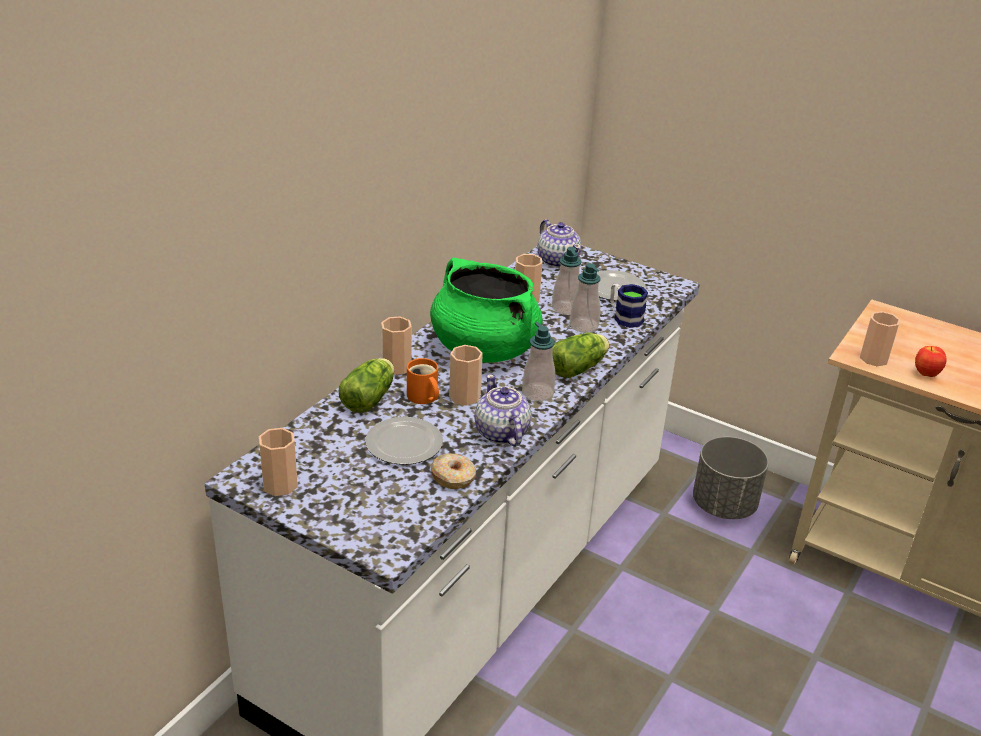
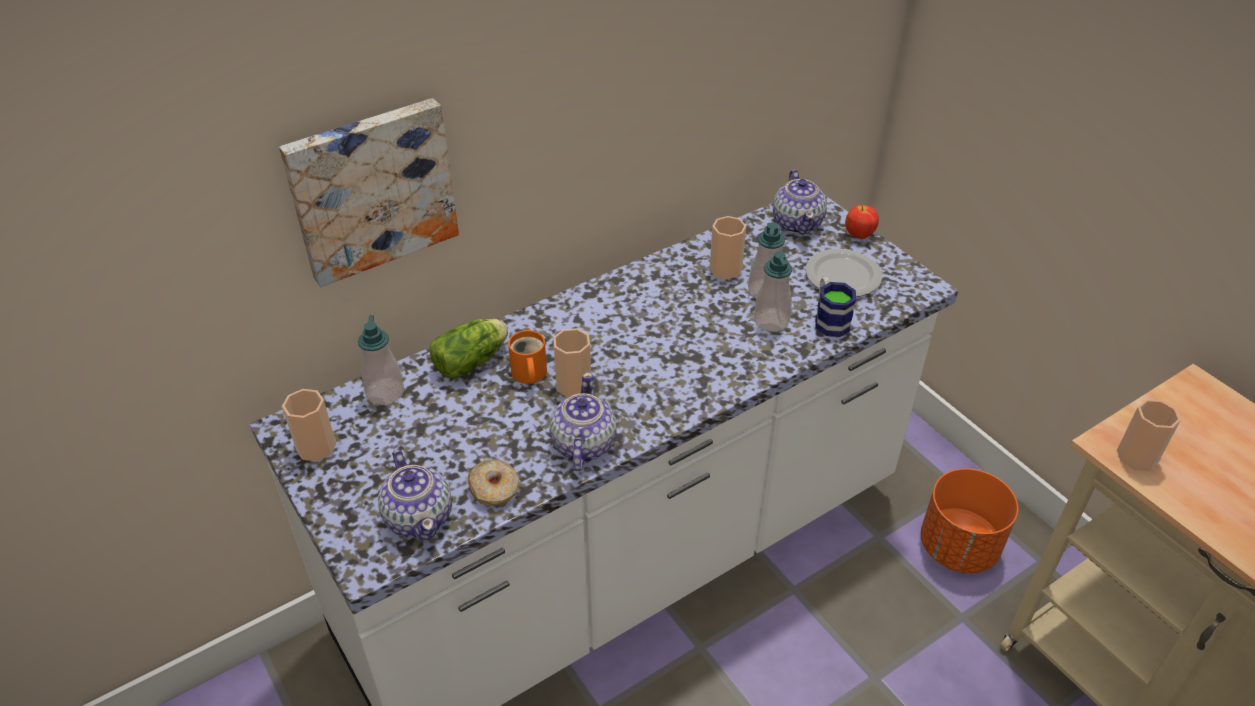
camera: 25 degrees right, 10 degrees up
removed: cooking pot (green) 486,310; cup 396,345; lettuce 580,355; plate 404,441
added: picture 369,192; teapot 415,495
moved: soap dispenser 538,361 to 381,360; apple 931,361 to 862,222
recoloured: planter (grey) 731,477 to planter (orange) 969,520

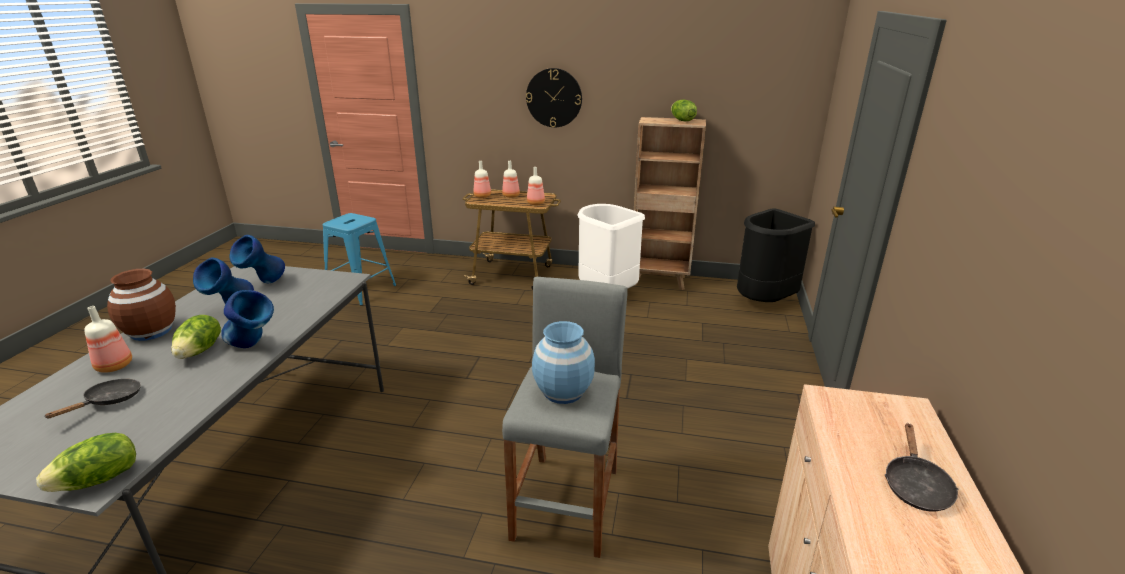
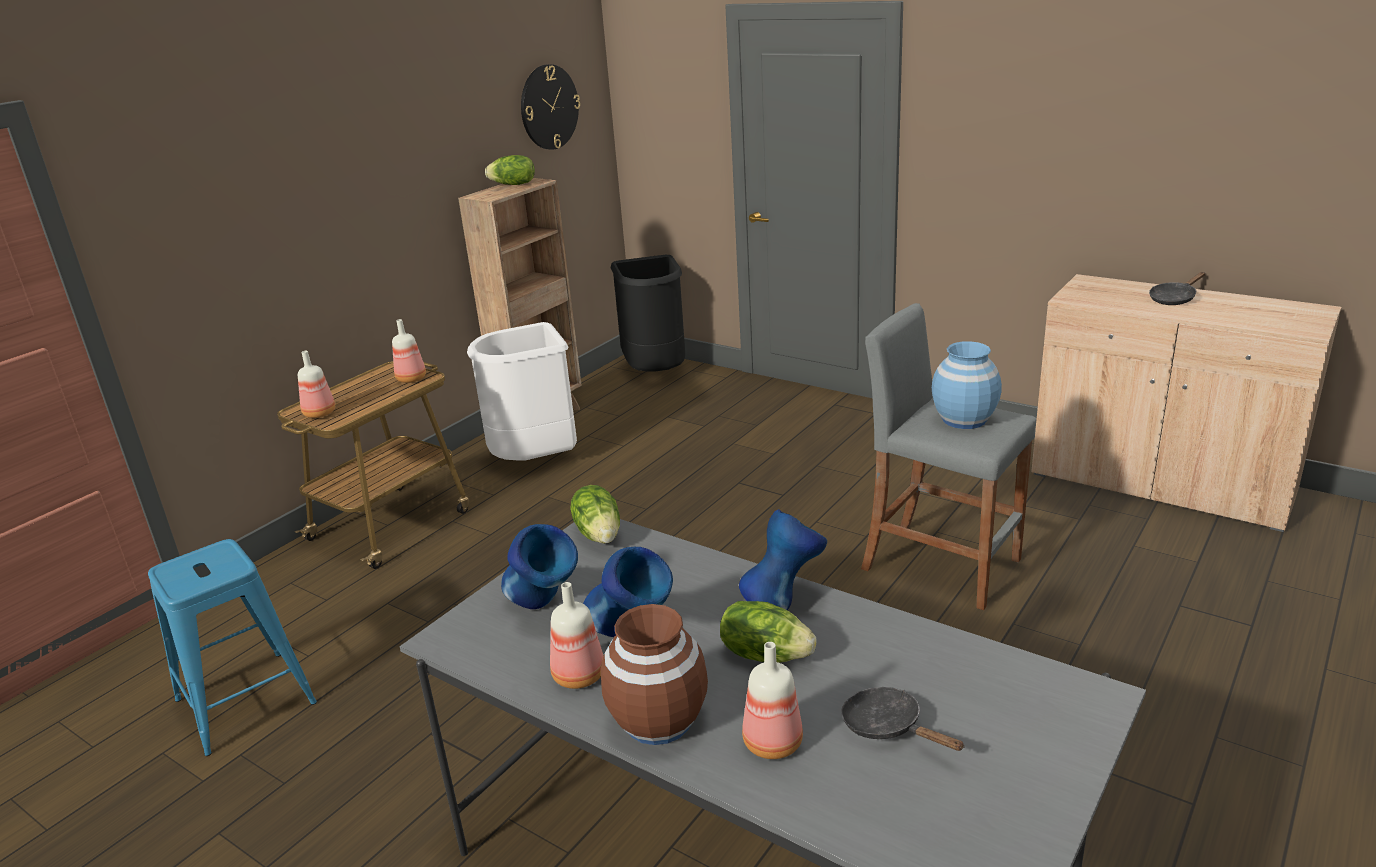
camera: 65 degrees left, 0 degrees up
moved: wall clock 554,97 to 550,107; bottle 511,179 to 576,635; lettuce 86,462 to 595,514
turned: frying pan (black) 922,467 = 1177,288 105 degrees clockwise

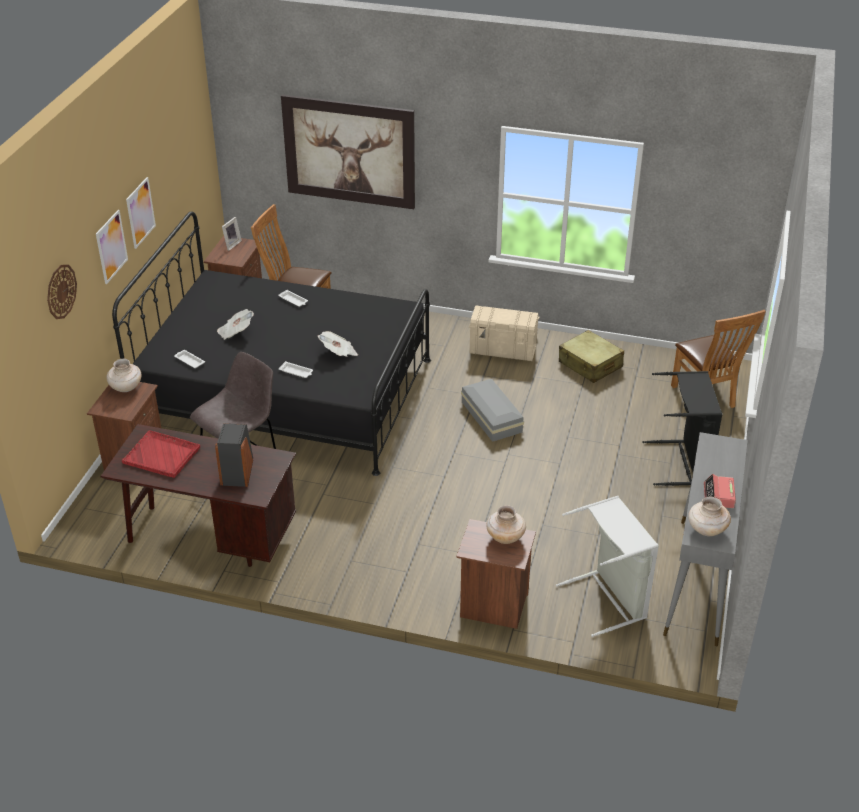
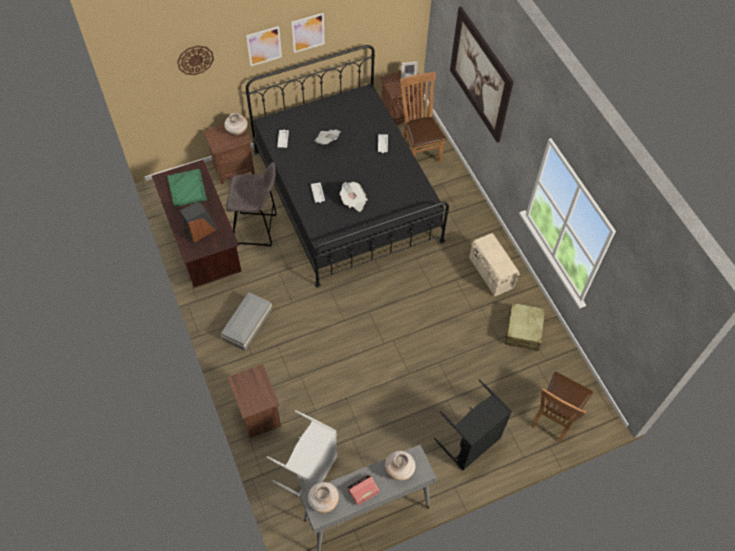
camera: 50 degrees right, 20 degrees up
moved: storage box (grey) 492,410 to 246,321; vase (beige) 506,524 to 400,466
recoloured: tray (red) 161,454 to tray (green) 187,188

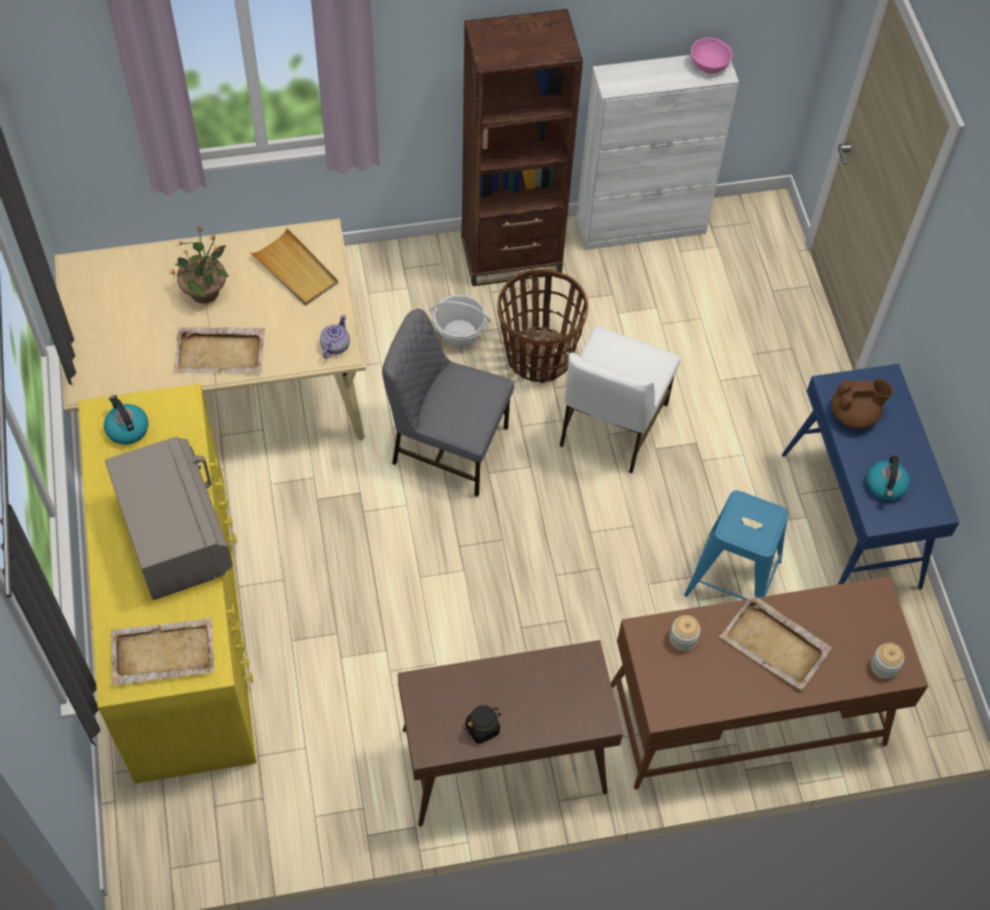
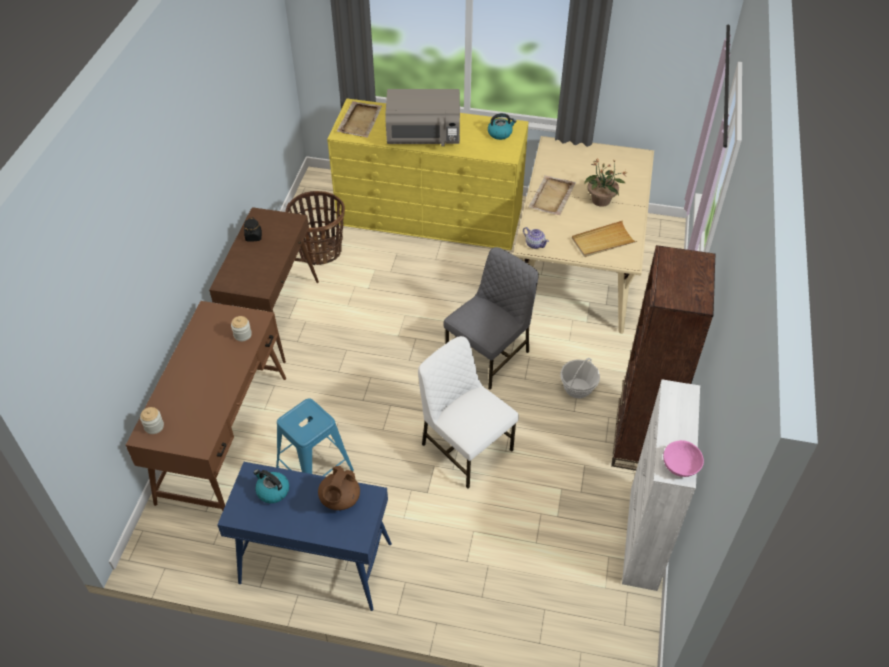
camera: 115 degrees right, 10 degrees down
removed: tray (beige) 775,642
moved: basket 543,326 to 315,228

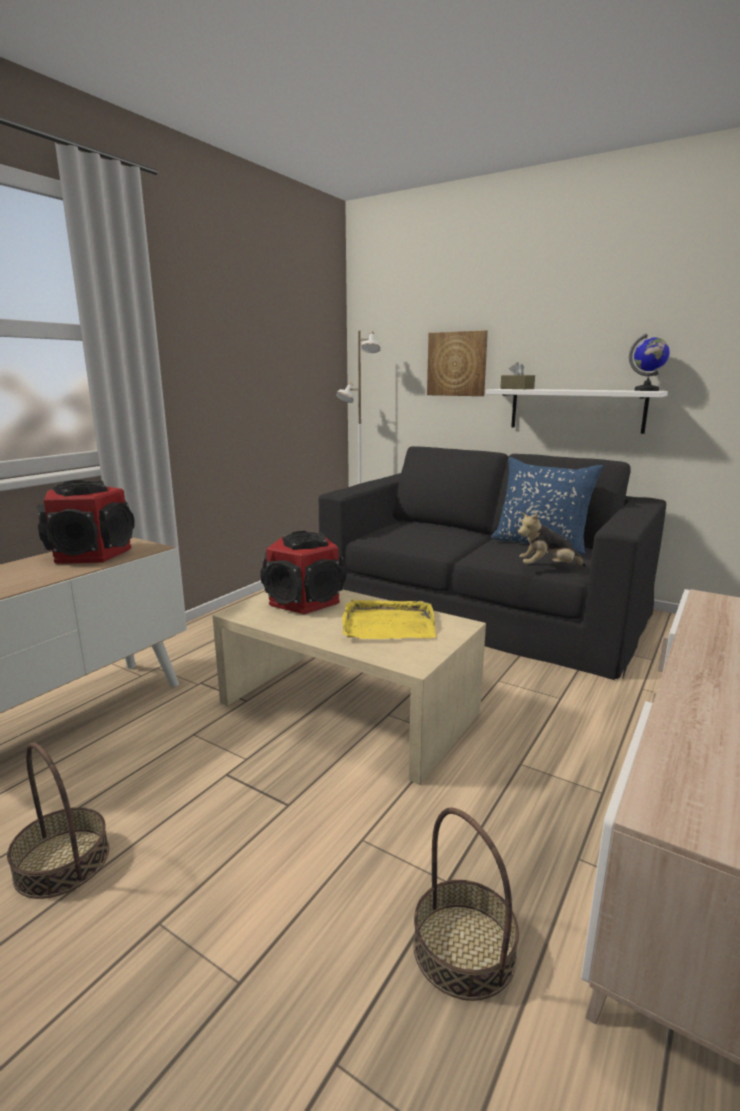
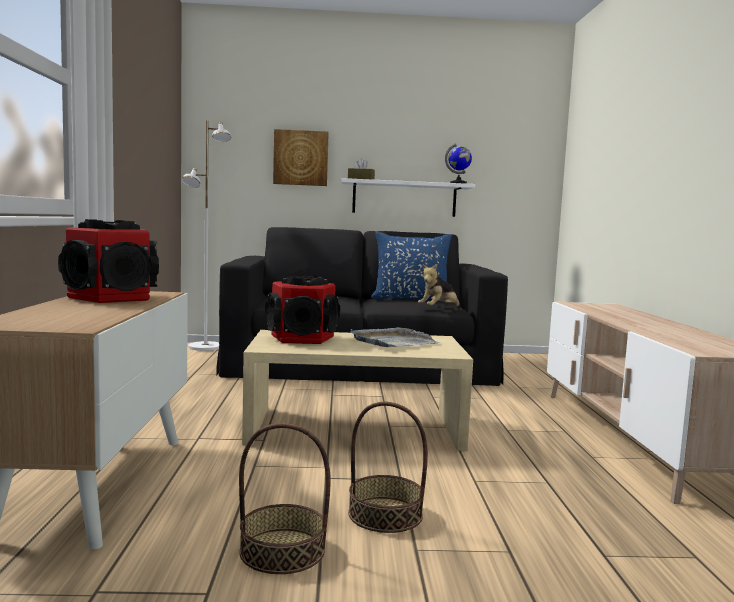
camera: 35 degrees left, 10 degrees down
moved: basket 466,904 to 388,467
recoloured: tray (yellow) 389,619 to tray (grey) 395,337

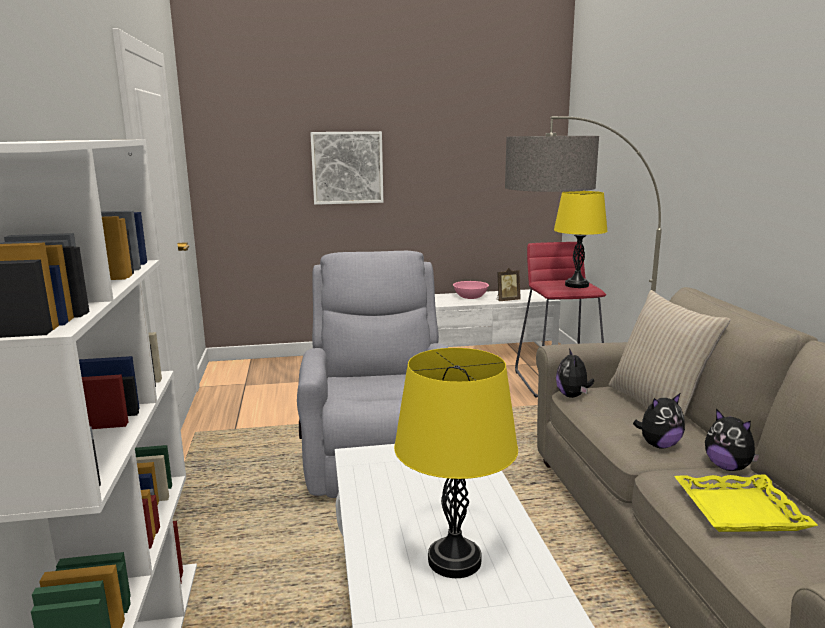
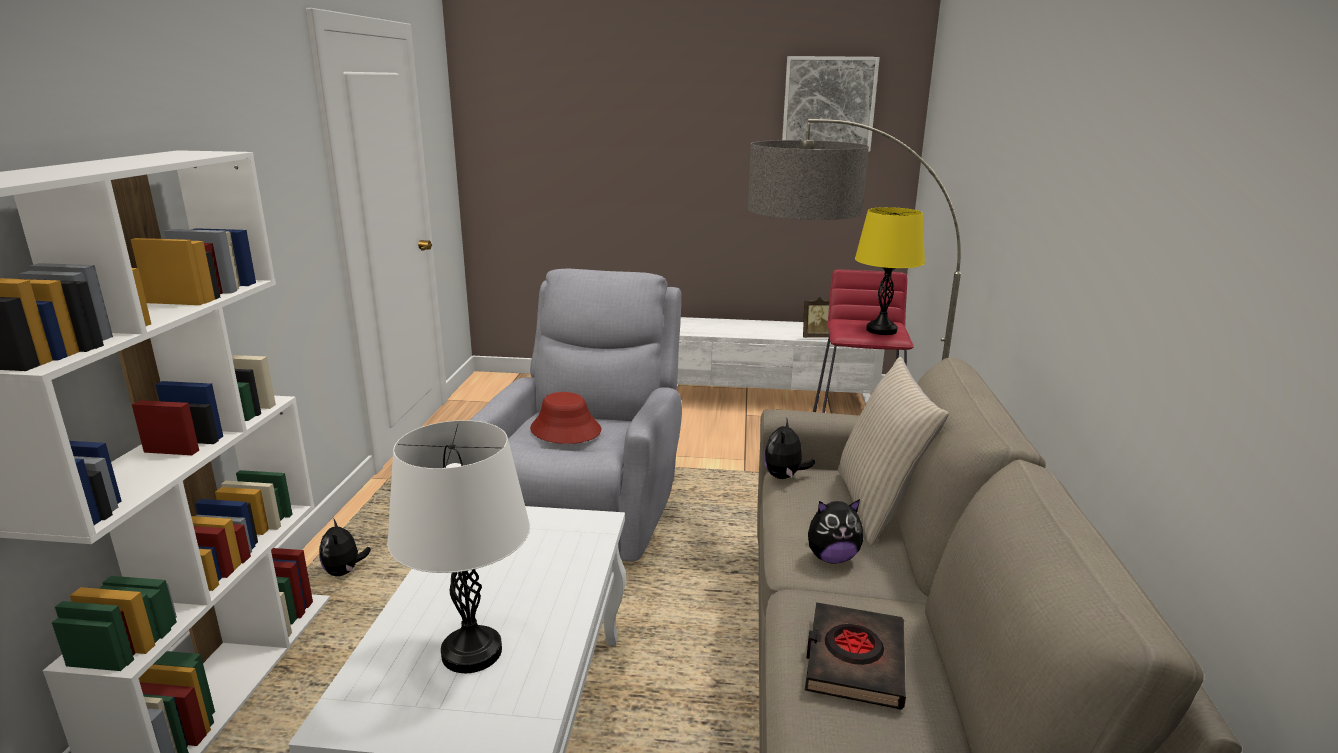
camera: 15 degrees right, 5 degrees up
removed: bowl (pink) 471,290
added: hat (red) 565,418
moved: picture 346,168 to 831,104; plush toy 732,440 to 345,547
replaced: tray (yellow) 746,503 to book (black) 855,656
recoloured: table lamp (yellow) 456,463 to table lamp (white) 458,546

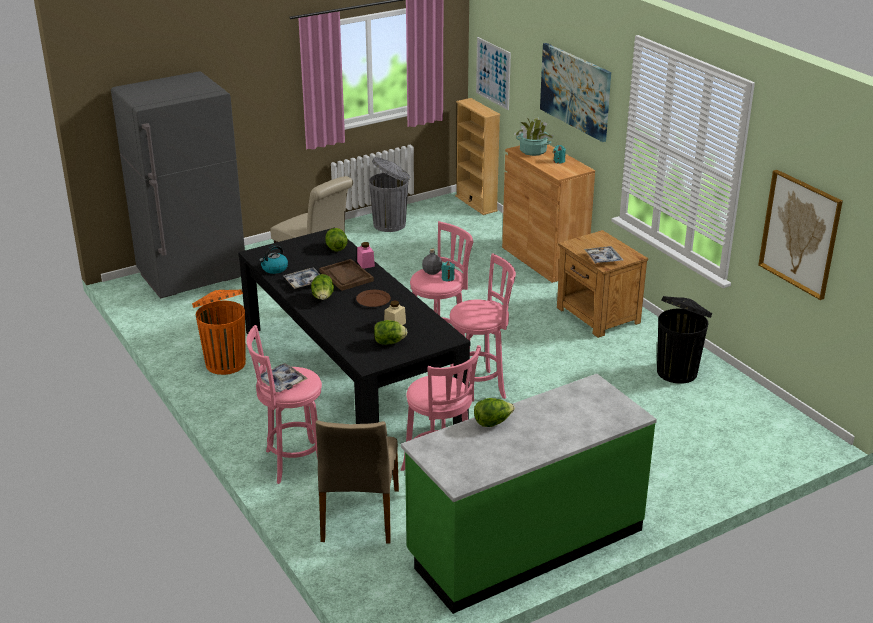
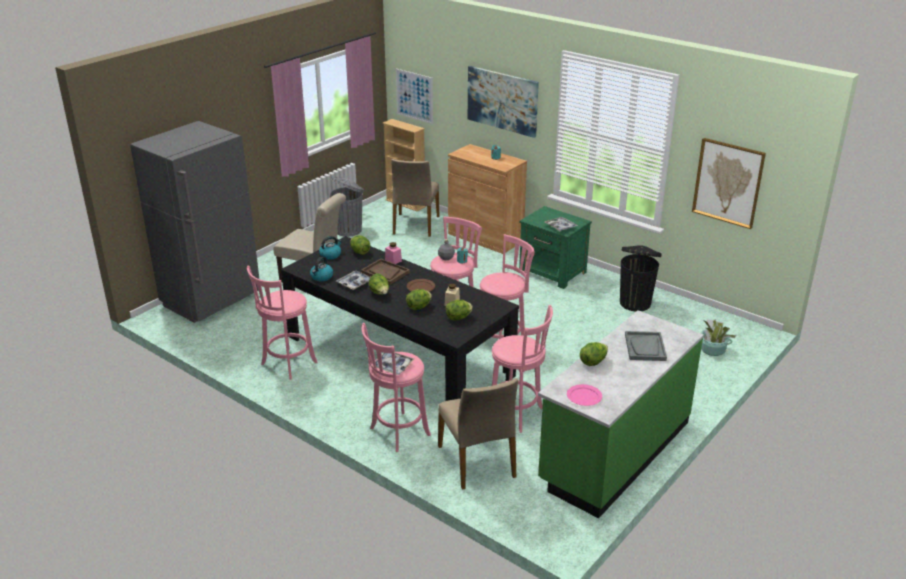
camera: 20 degrees left, 0 degrees up
added: chair (beige) 415,198; kettle 330,248; lettuce 419,299; tray (grey) 646,346; plate (pink) 584,395
moved: potted plant 534,137 to 718,337
replaced: trash can (orange) 219,332 to stool (pink) 282,323
recoloured: nightstand (brown) 602,284 to nightstand (green) 555,247

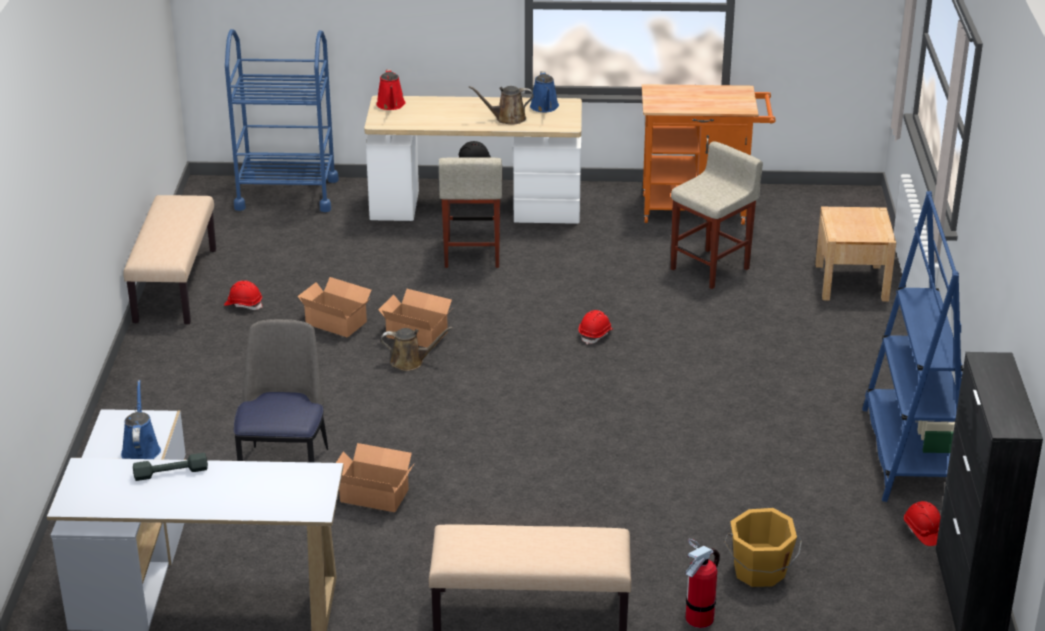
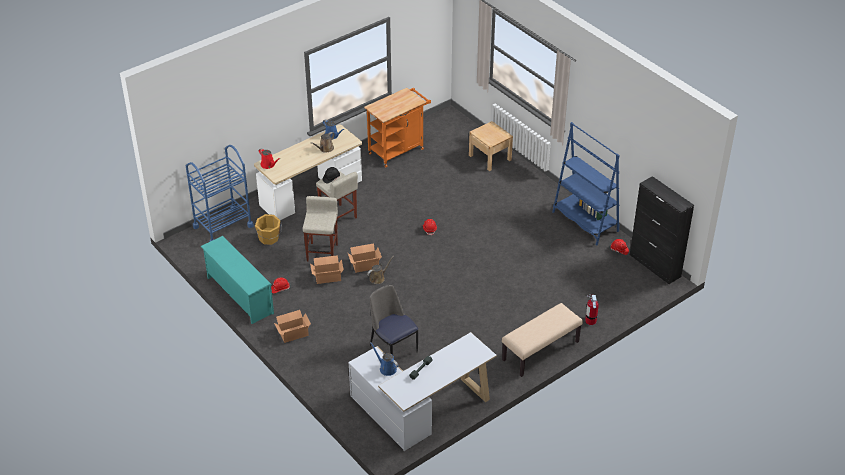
camera: 40 degrees left, 10 degrees up
moved: stool (beige) 717,215 to 320,228; cardboard box 375,477 to 292,326; bucket (orange) 763,547 to 268,229
replaced: bench (beige) 169,259 to shoe rack (turquoise) 237,280

